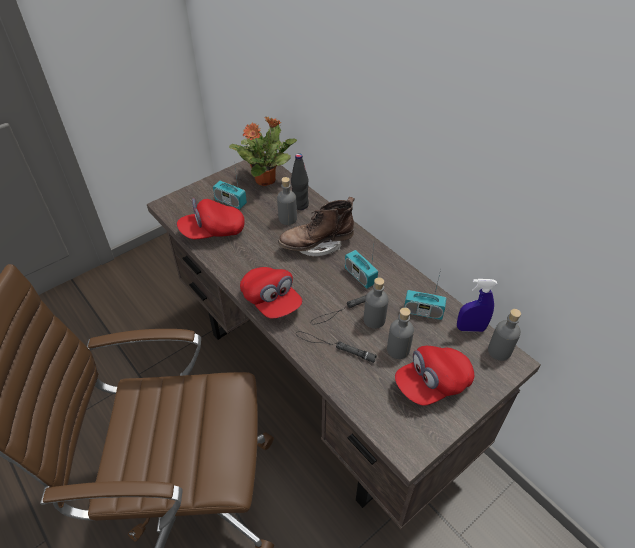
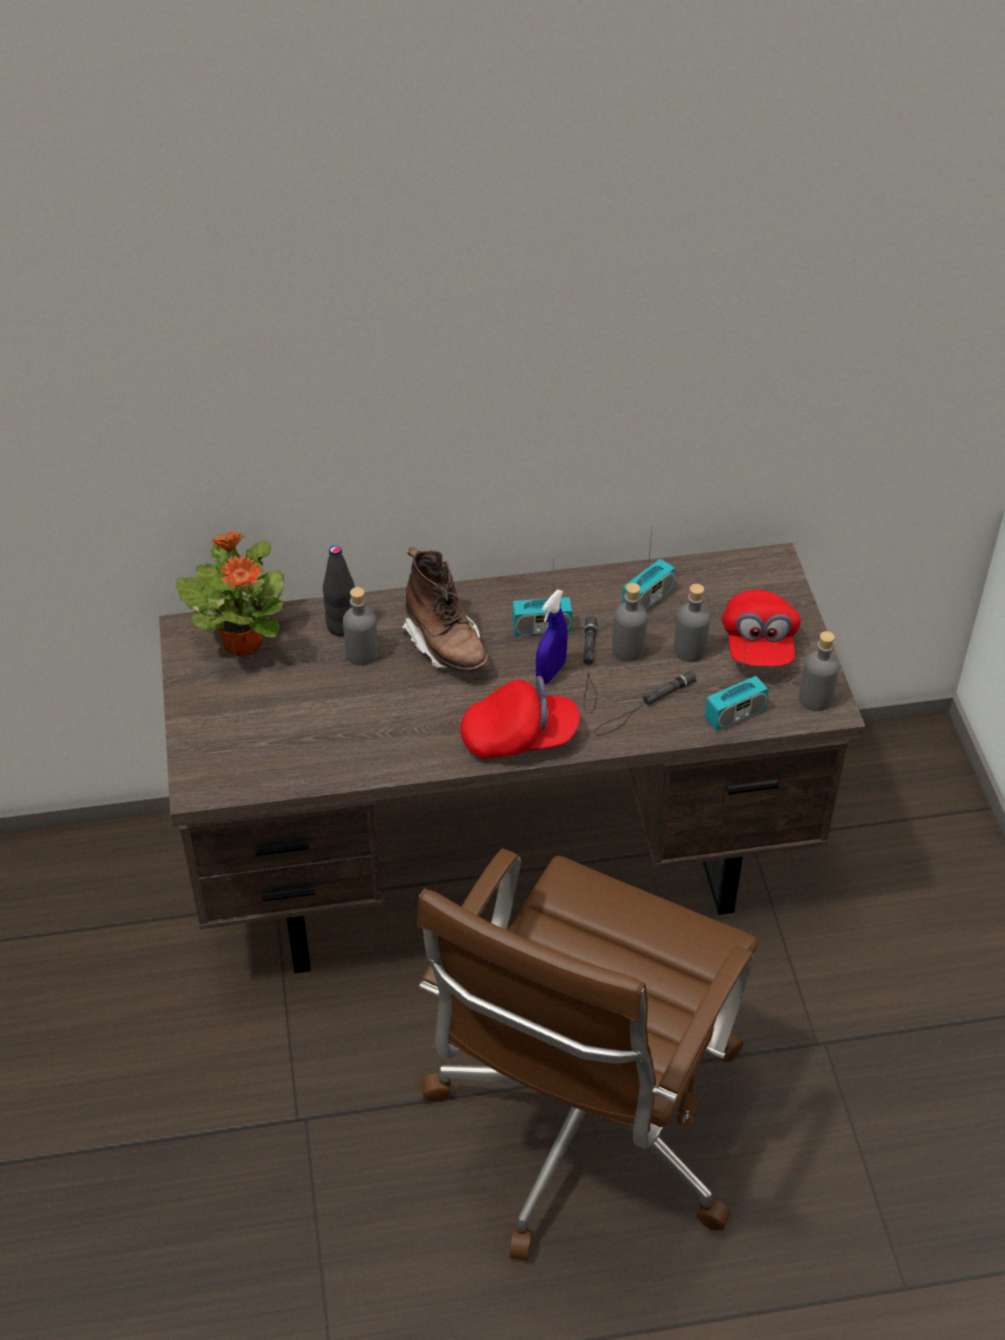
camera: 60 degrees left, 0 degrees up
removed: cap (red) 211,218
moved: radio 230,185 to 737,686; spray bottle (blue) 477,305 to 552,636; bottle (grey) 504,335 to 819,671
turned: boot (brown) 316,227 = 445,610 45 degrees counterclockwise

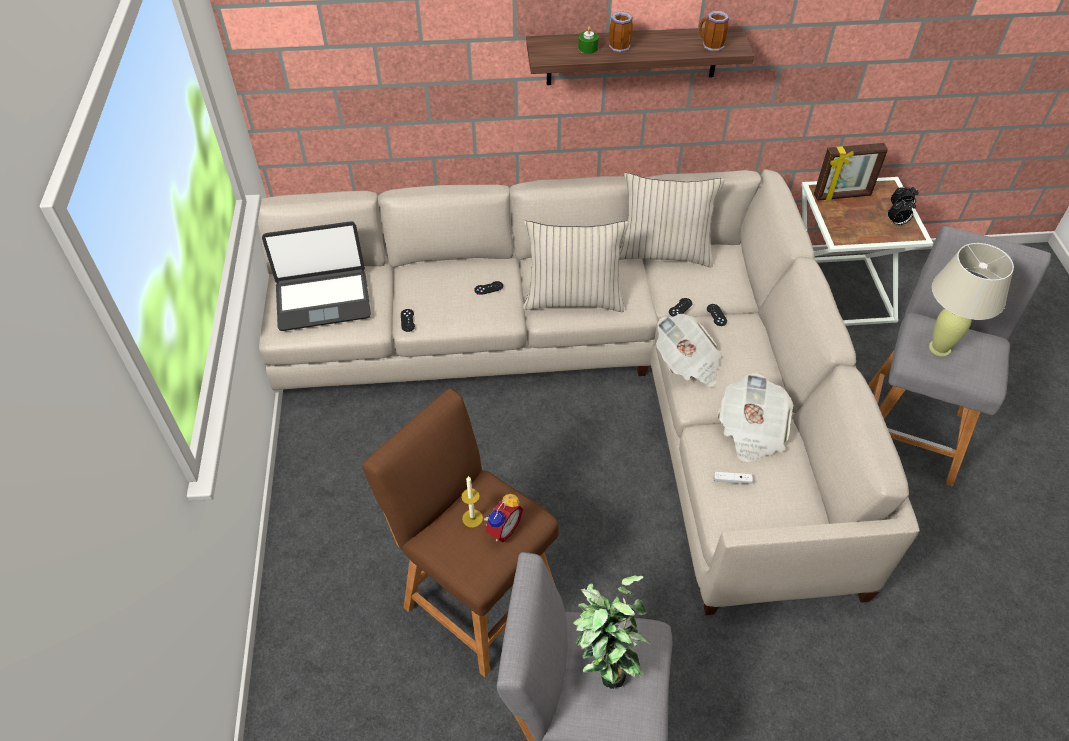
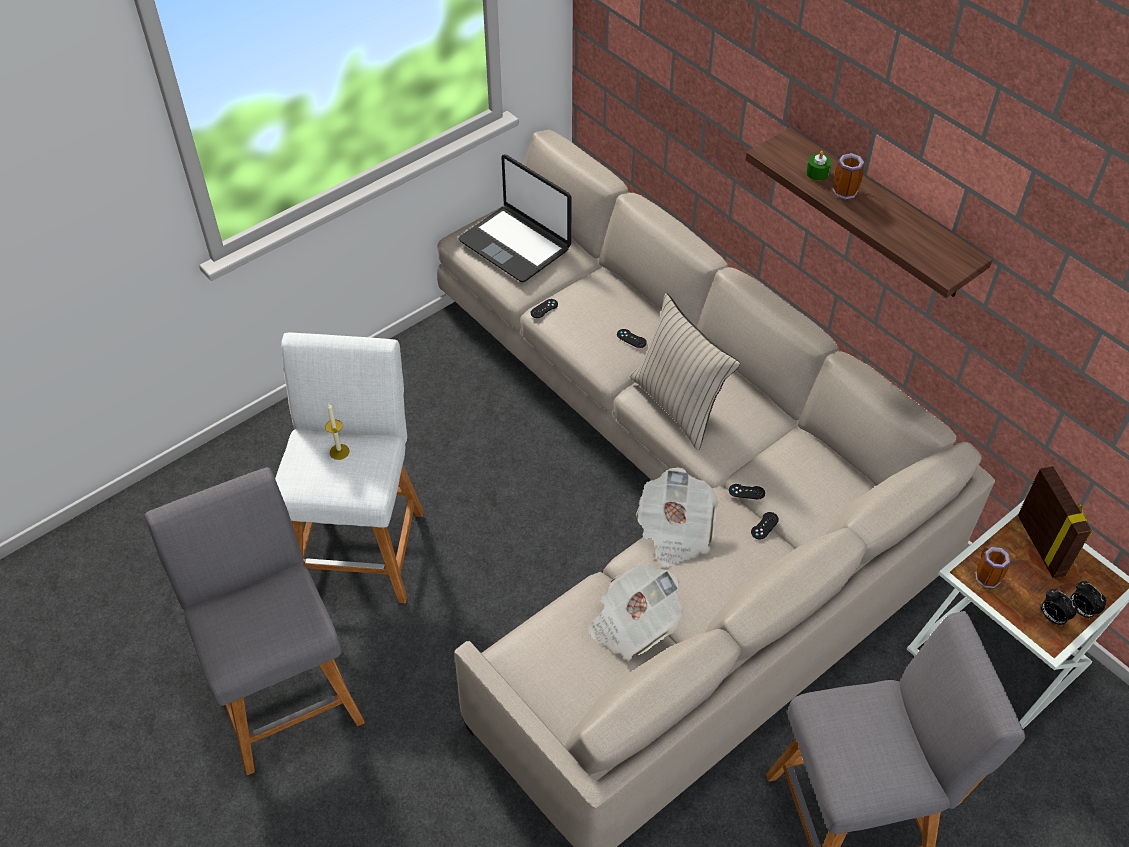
camera: 55 degrees right, 0 degrees up
removed: pillow (beige) 672,220; table lamp (beige) 971,300; game controller (white) 733,478; alarm clock 503,518; potted plant 612,632
moved: mug 714,31 to 992,567
recoloured: stool (brown) 460,532 to stool (white) 349,468
turned: picture frame 851,172 = 1055,522 150 degrees counterclockwise

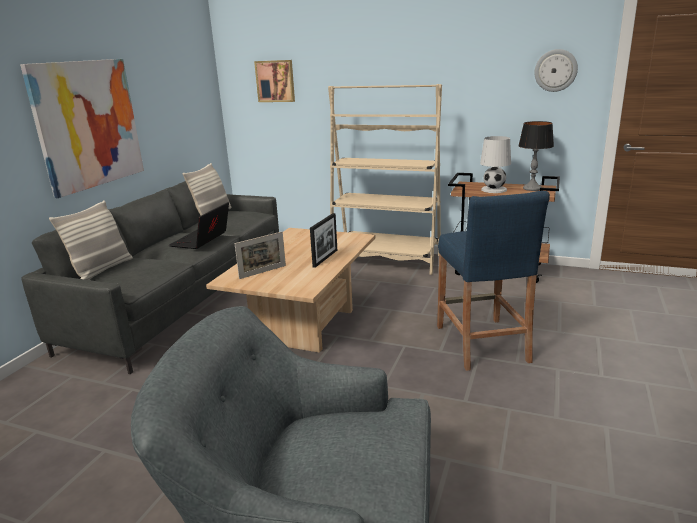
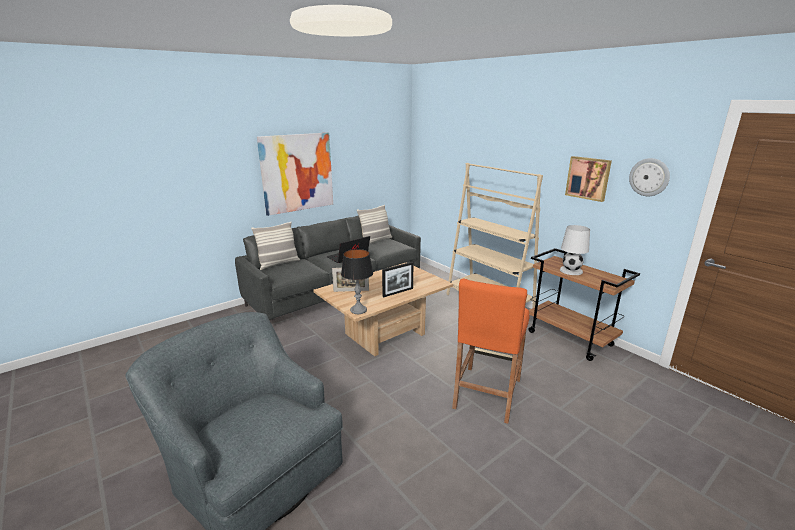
camera: 30 degrees right, 0 degrees up
moved: picture 274,81 to 588,179; table lamp 536,156 to 357,281
recoloured: stool (blue) 493,281 to stool (orange) 490,351

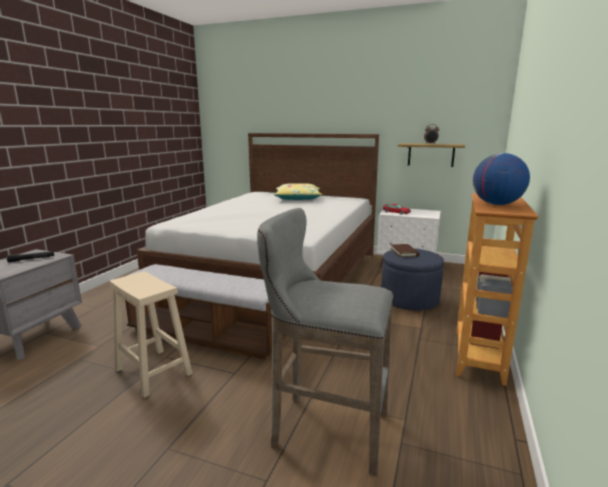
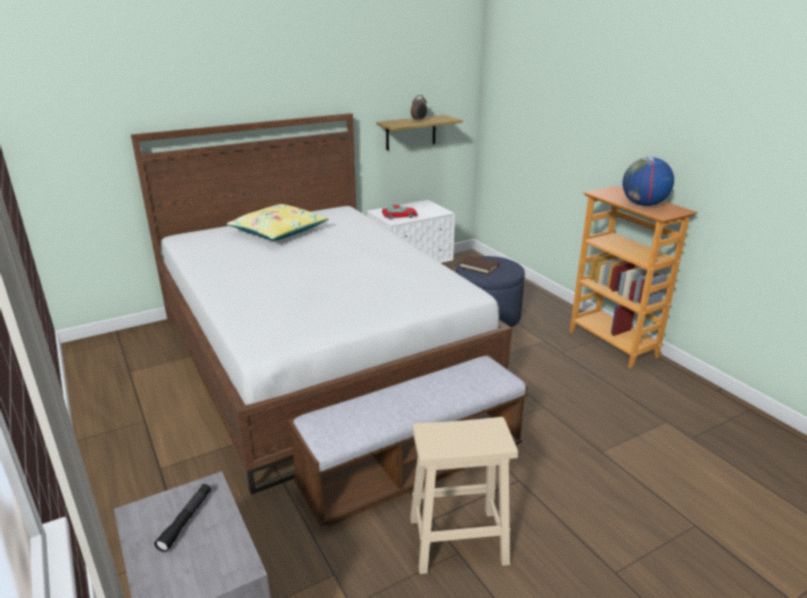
camera: 50 degrees left, 10 degrees up
removed: stool (grey) 325,342

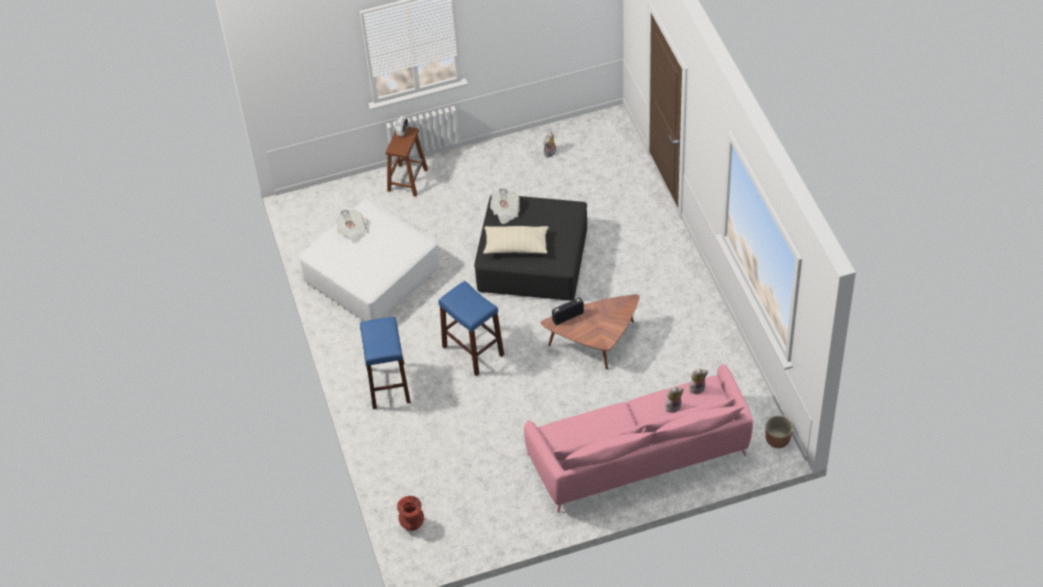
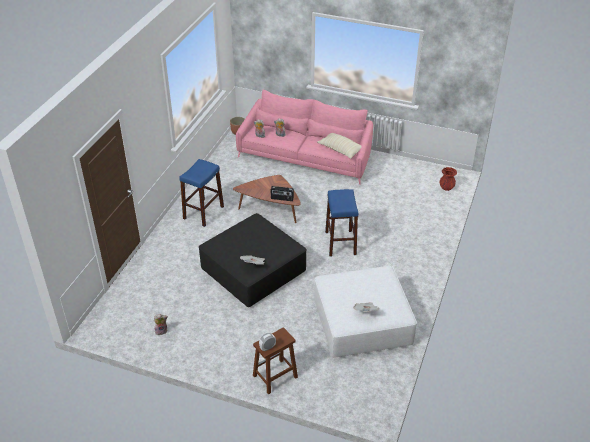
camera: 145 degrees left, 10 degrees down
moved: pillow (beige) 516,240 to 339,146; stool (blue) 385,363 to 201,193

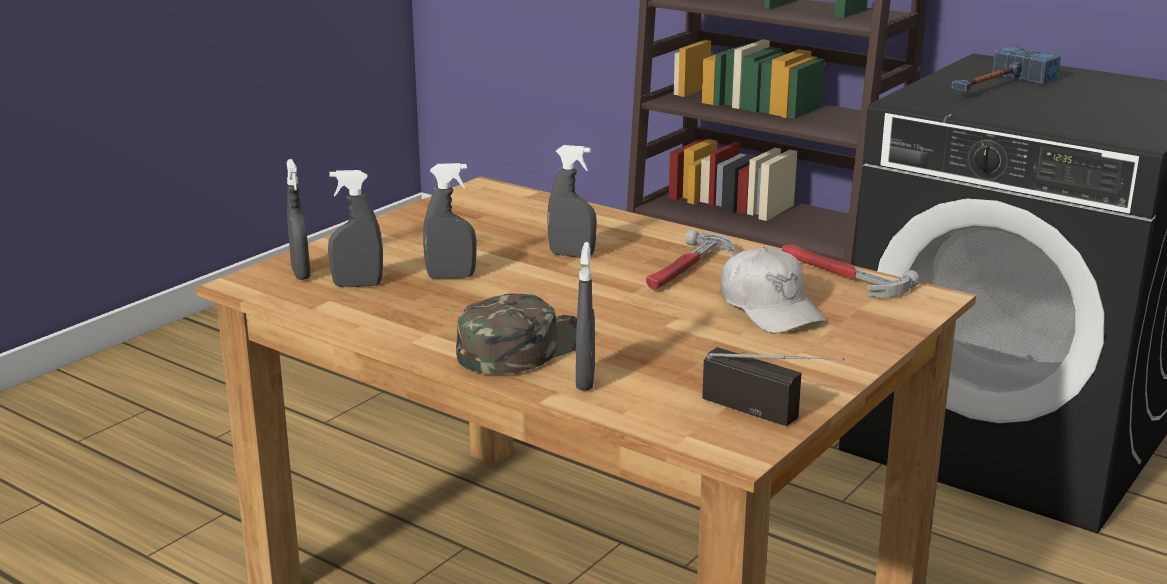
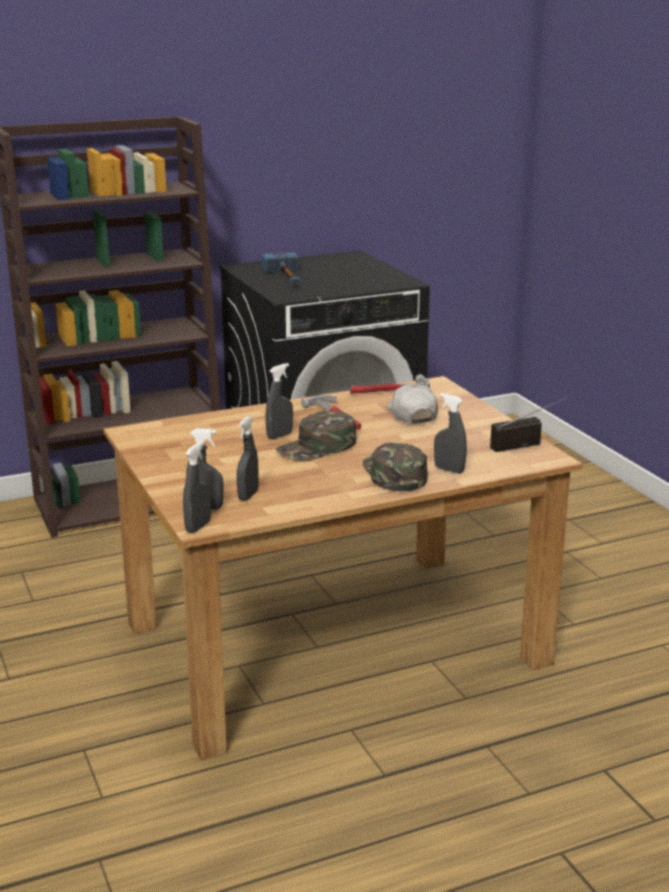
camera: 60 degrees left, 0 degrees up
added: cap (green) 316,436
moved: spray bottle (grey) 449,221 to 197,487
turned: cap (white) 773,290 = 412,403 105 degrees counterclockwise

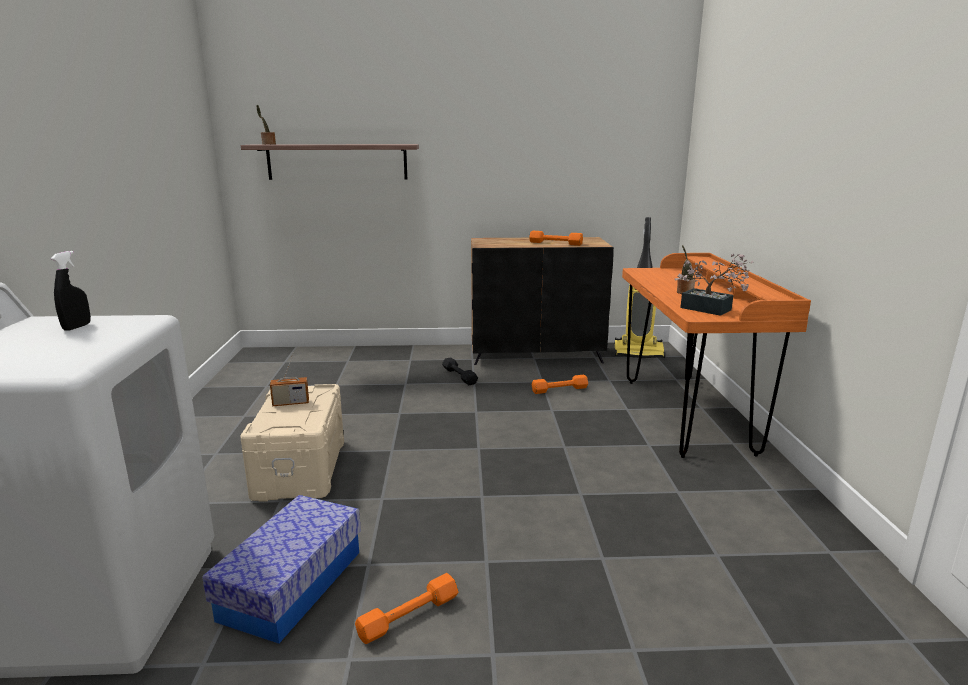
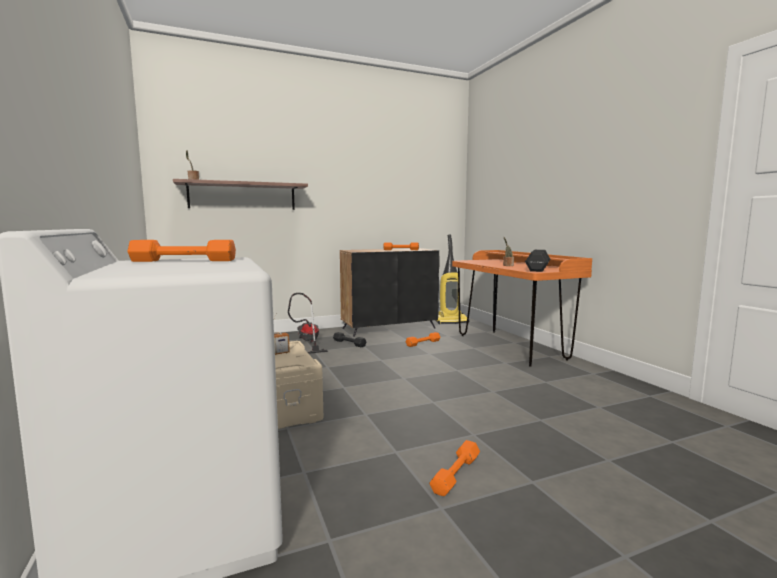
camera: 20 degrees left, 10 degrees down
removed: storage box 281,569
added: vacuum cleaner 308,323
replaced: spray bottle (black) 71,291 to dumbbell (orange) 181,251; potted plant 714,284 to dumbbell (black) 537,261

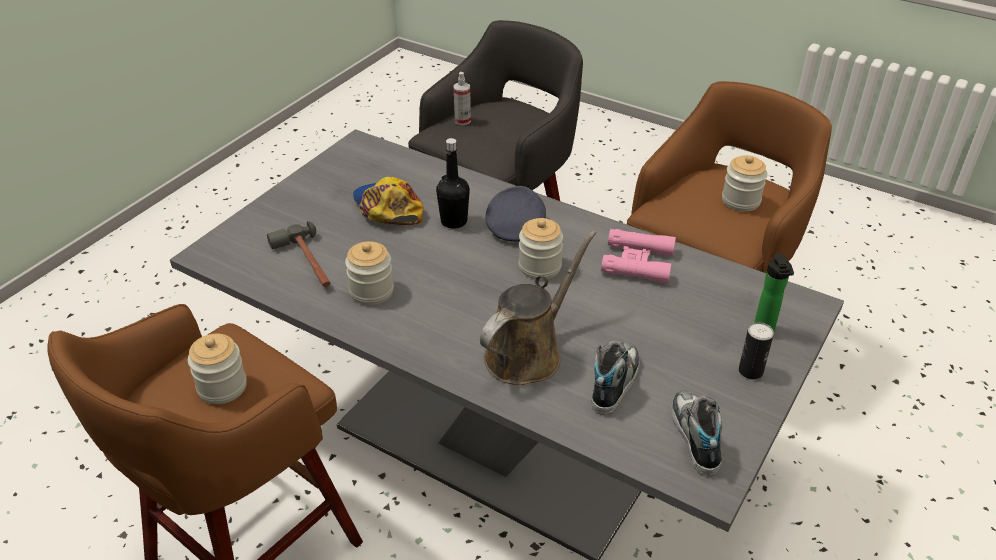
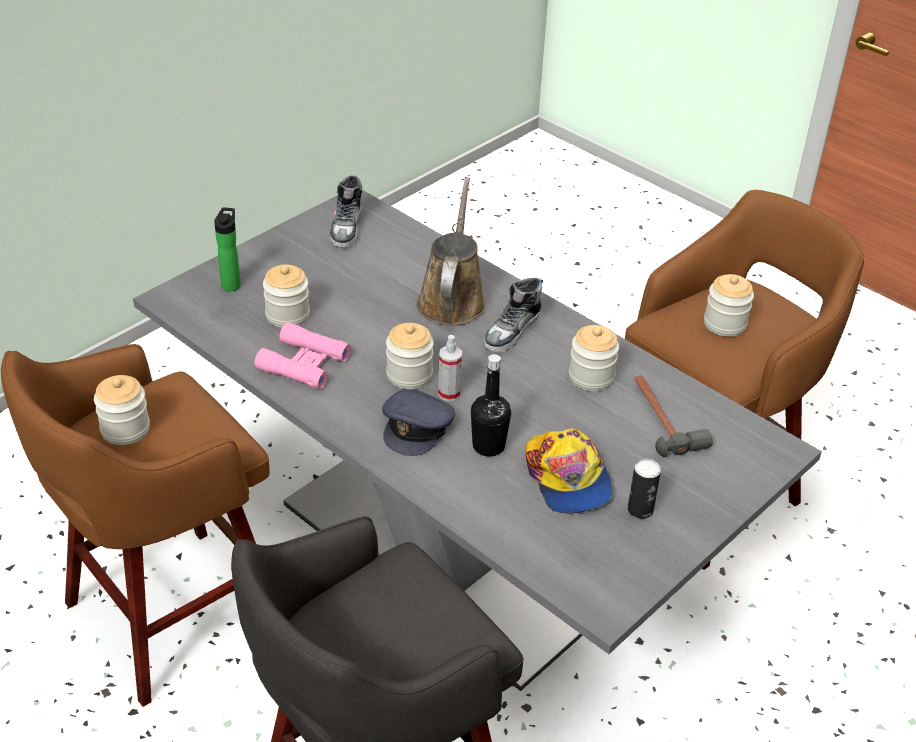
camera: 170 degrees left, 0 degrees up
added: jar 286,296
moved: spray bottle 462,98 to 450,368; can 756,350 to 644,489; shoe 615,378 to 513,315
turned: watering can (brown) 538,308 = 451,251 135 degrees clockwise

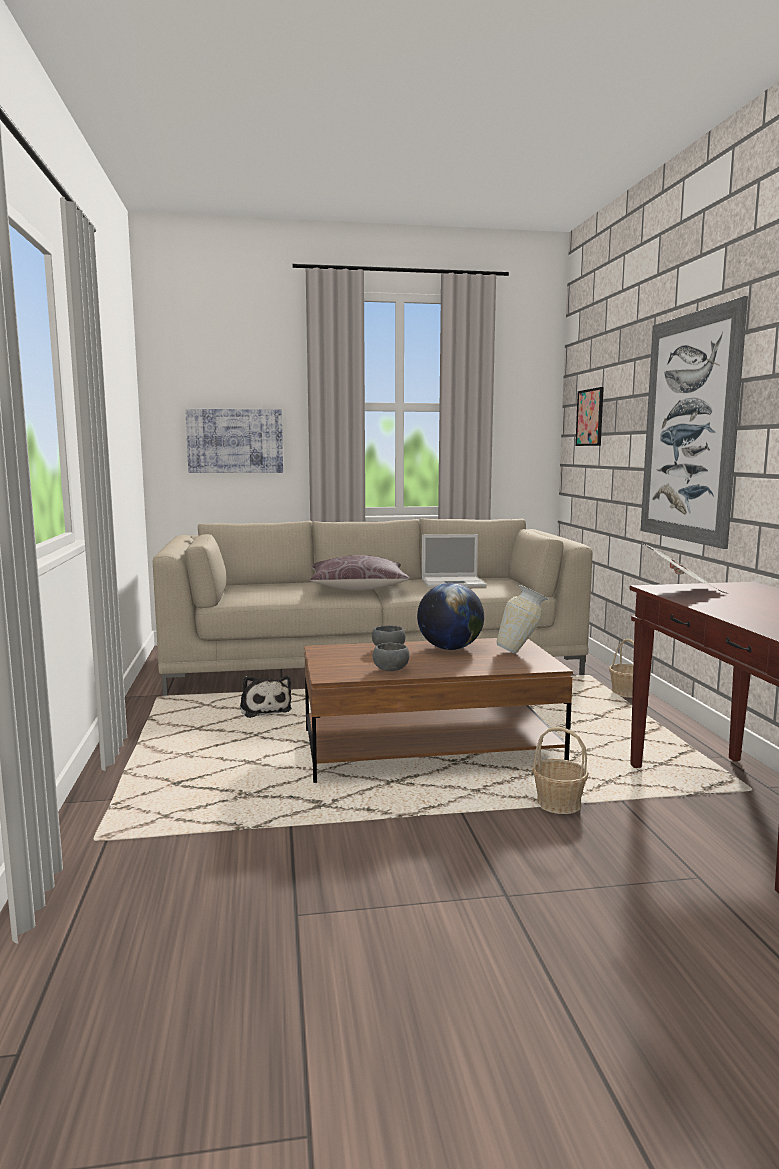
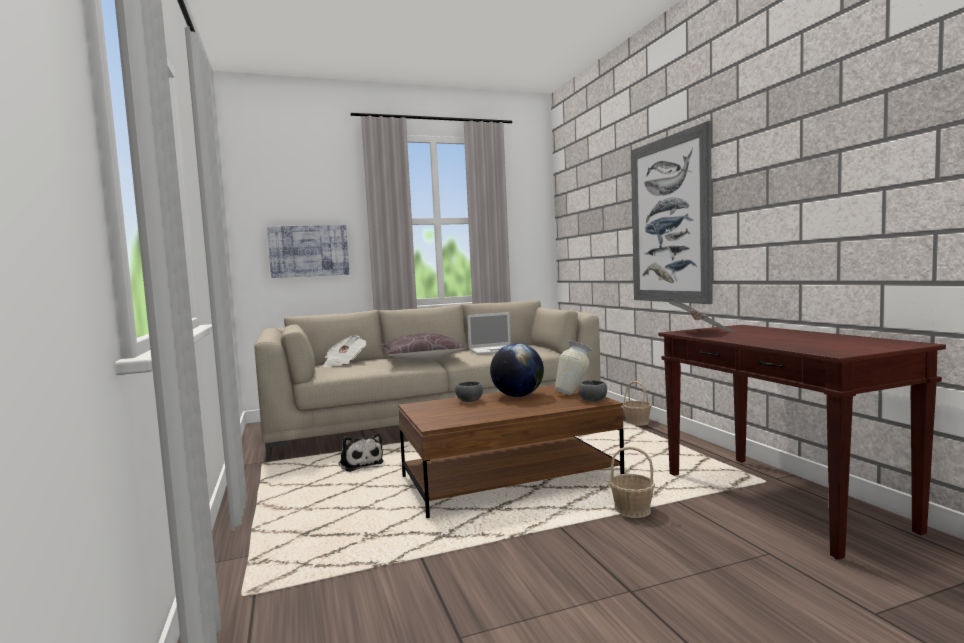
camera: 10 degrees left, 5 degrees down
removed: picture 589,416
added: newspaper 345,351
moved: bowl (grey) 391,657 to 592,391

